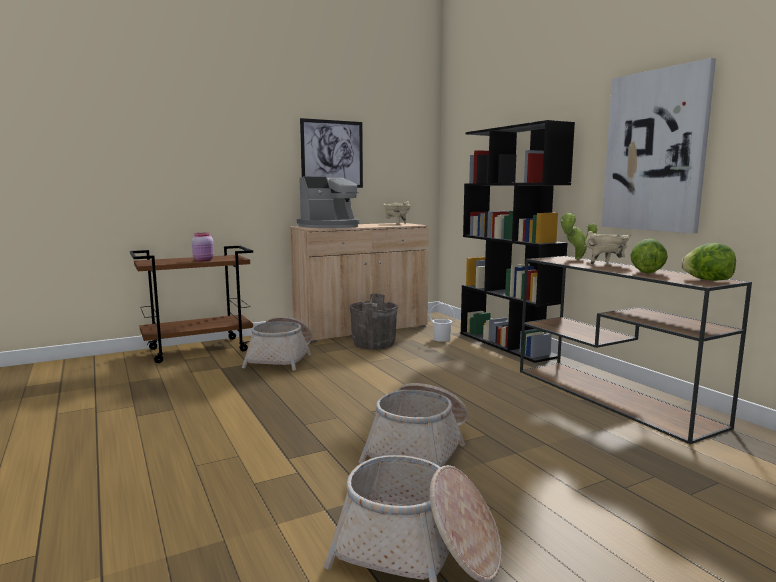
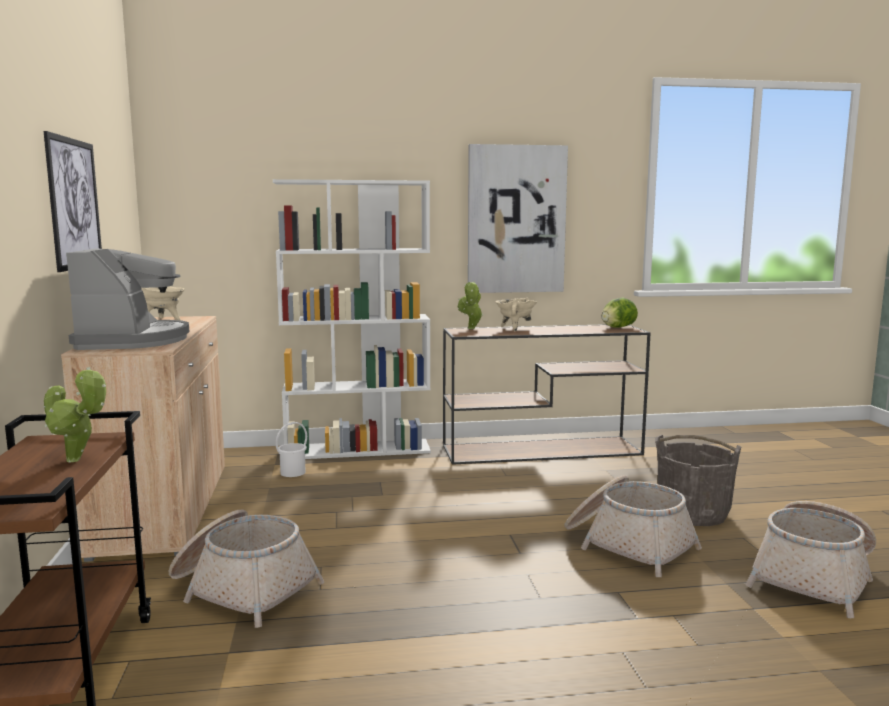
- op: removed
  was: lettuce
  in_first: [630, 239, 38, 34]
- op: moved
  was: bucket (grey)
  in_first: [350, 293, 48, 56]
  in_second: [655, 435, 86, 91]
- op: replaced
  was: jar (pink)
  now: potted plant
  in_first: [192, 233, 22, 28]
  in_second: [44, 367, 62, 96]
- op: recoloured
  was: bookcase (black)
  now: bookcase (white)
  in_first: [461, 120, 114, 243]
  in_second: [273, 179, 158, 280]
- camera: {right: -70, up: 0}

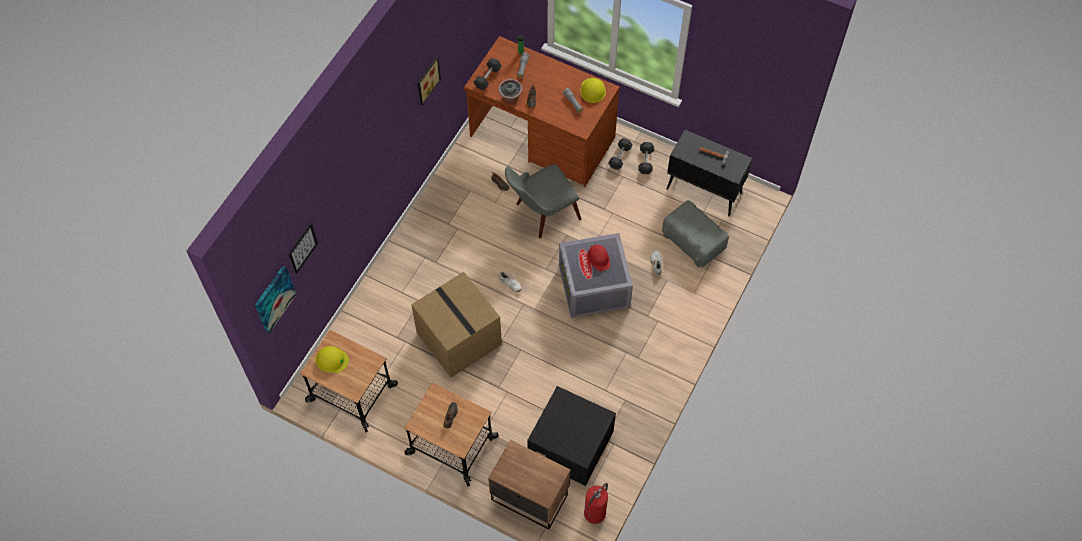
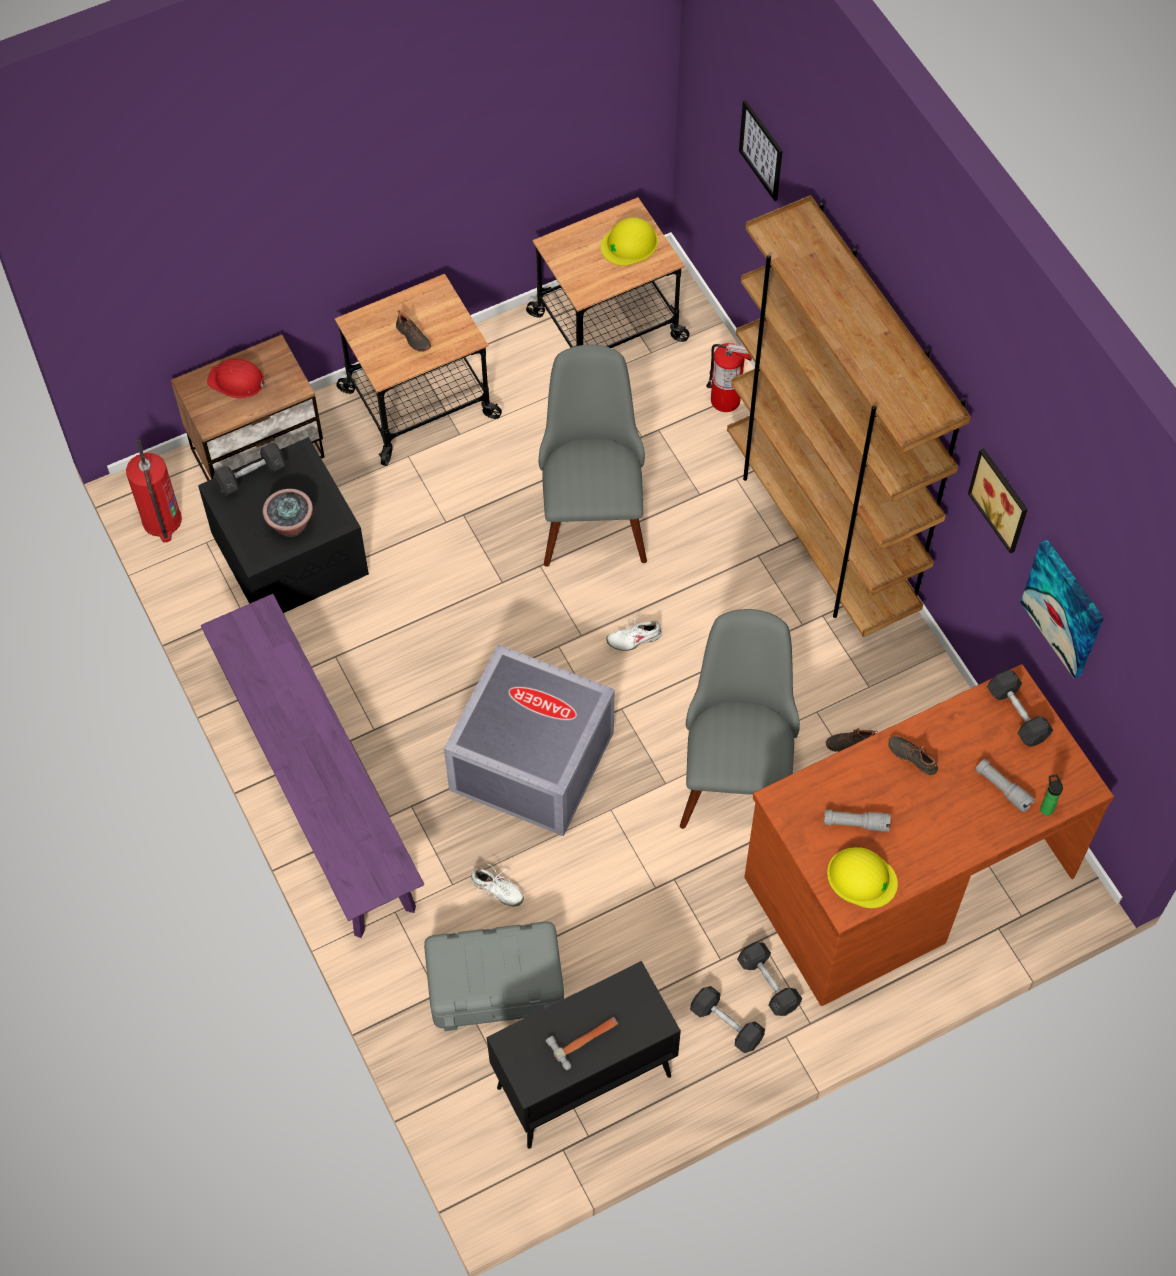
- op: added
  now: bench (purple)
  in_second: [201, 594, 223, 344]
- op: added
  now: dumbbell (grey)
  in_second: [213, 442, 72, 54]
- op: added
  now: fire extinguisher
  in_second: [706, 343, 46, 69]
- op: added
  now: bookcase (brown)
  in_second: [727, 195, 244, 442]
- op: moved
  was: picture
  in_first: [255, 265, 41, 68]
  in_second: [1020, 540, 84, 138]
- op: moved
  was: potted plant
  in_first: [498, 79, 25, 23]
  in_second: [263, 489, 50, 48]
- op: moved
  was: hard hat (red)
  in_first: [587, 244, 23, 28]
  in_second: [207, 359, 61, 39]
- op: replaced
  was: cardboard box
  now: chair (grey)
  in_first: [411, 272, 91, 106]
  in_second: [539, 344, 108, 223]
- camera: {right: 125, up: 0}

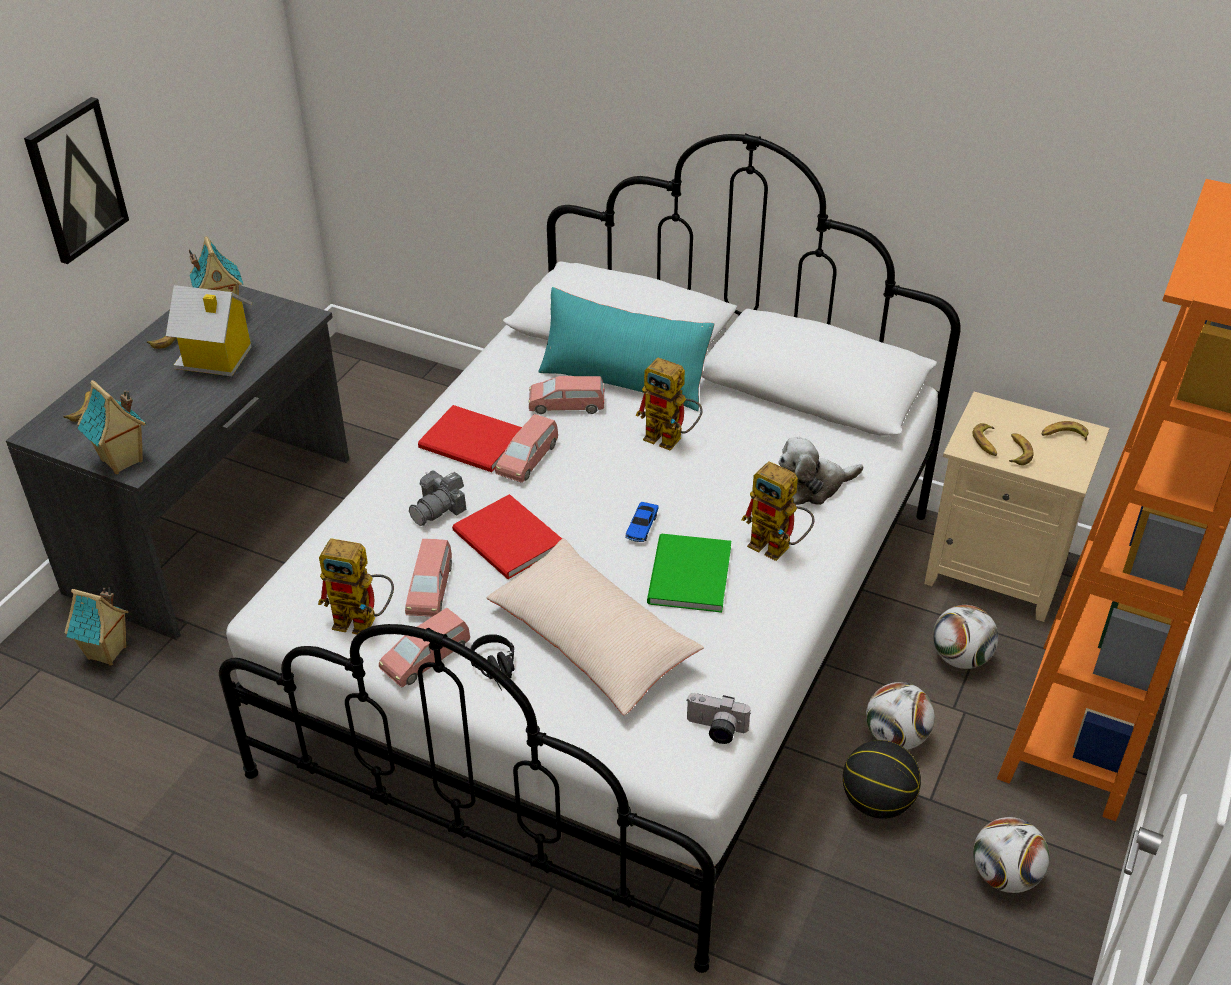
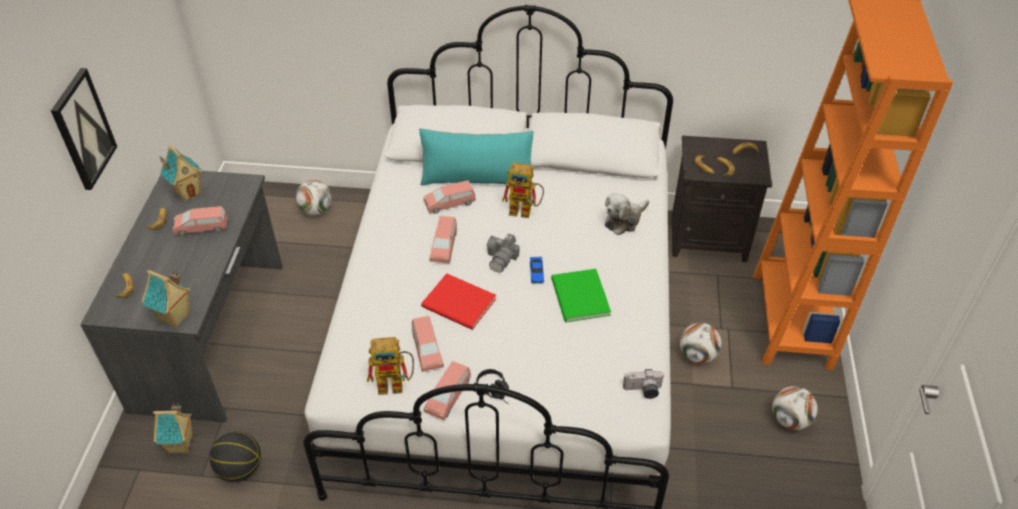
- op: removed
  was: book (red)
  in_first: [418, 405, 104, 67]
- op: removed
  was: pillow (beige)
  in_first: [487, 538, 217, 177]
- op: removed
  was: toy robot
  in_first: [741, 461, 73, 100]
- op: moved
  was: photo camera
  in_first: [409, 471, 57, 55]
  in_second: [487, 233, 32, 40]
- op: moved
  was: basketball
  in_first: [843, 740, 78, 79]
  in_second: [210, 431, 51, 51]
- op: moved
  was: football
  in_first: [933, 605, 65, 64]
  in_second: [295, 180, 37, 35]
- op: replaced
  was: toy house
  now: toy car (pink)
  in_first: [166, 285, 86, 91]
  in_second: [173, 206, 54, 30]
- op: recoloured
  was: nightstand (beige)
  now: nightstand (black)
  in_first: [924, 392, 186, 230]
  in_second: [672, 135, 100, 127]
- camera: {right: -20, up: 5}

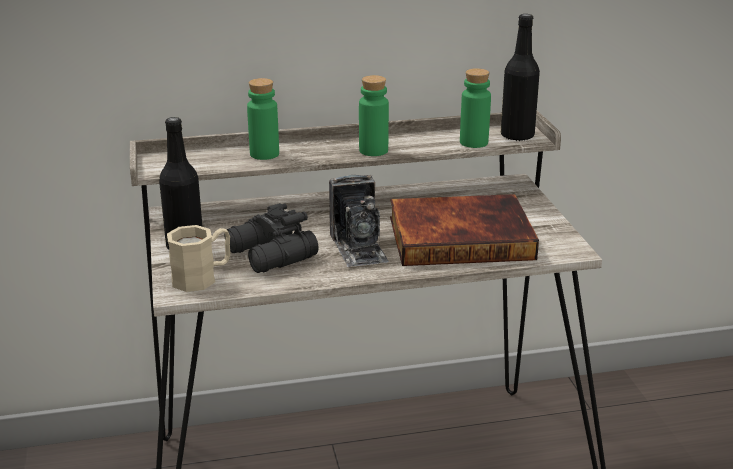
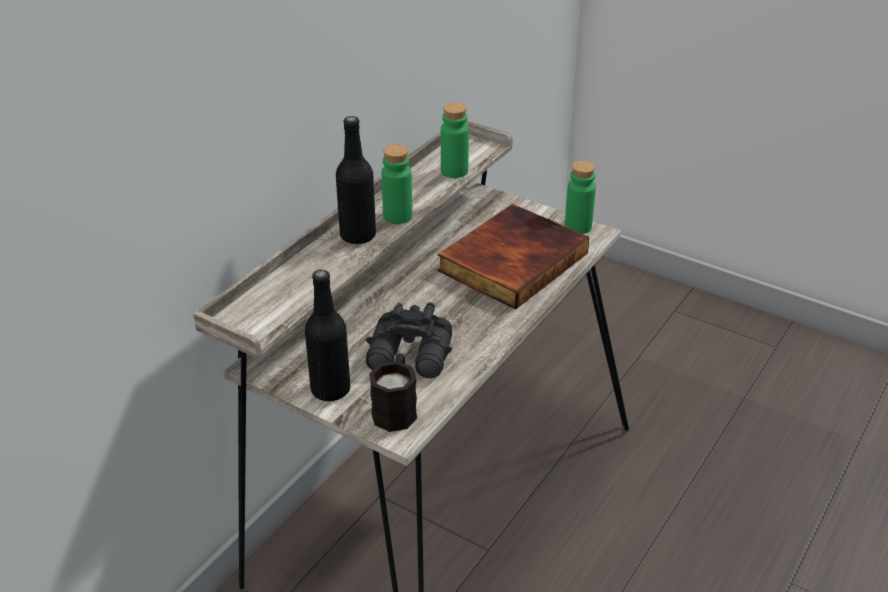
- op: removed
  was: photo camera
  in_first: [329, 175, 60, 92]
- op: moved
  was: bottle (green)
  in_first: [247, 78, 32, 82]
  in_second: [565, 161, 31, 73]
- op: moved
  was: bottle (black)
  in_first: [501, 14, 39, 127]
  in_second: [336, 116, 40, 128]
- op: recoloured
  was: mug (beige)
  now: mug (black)
  in_first: [167, 225, 63, 67]
  in_second: [369, 353, 48, 79]
- camera: {right: -45, up: 10}

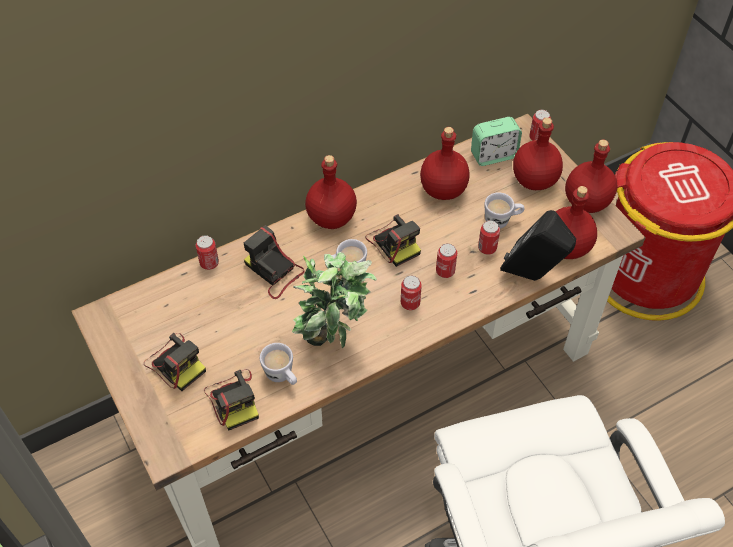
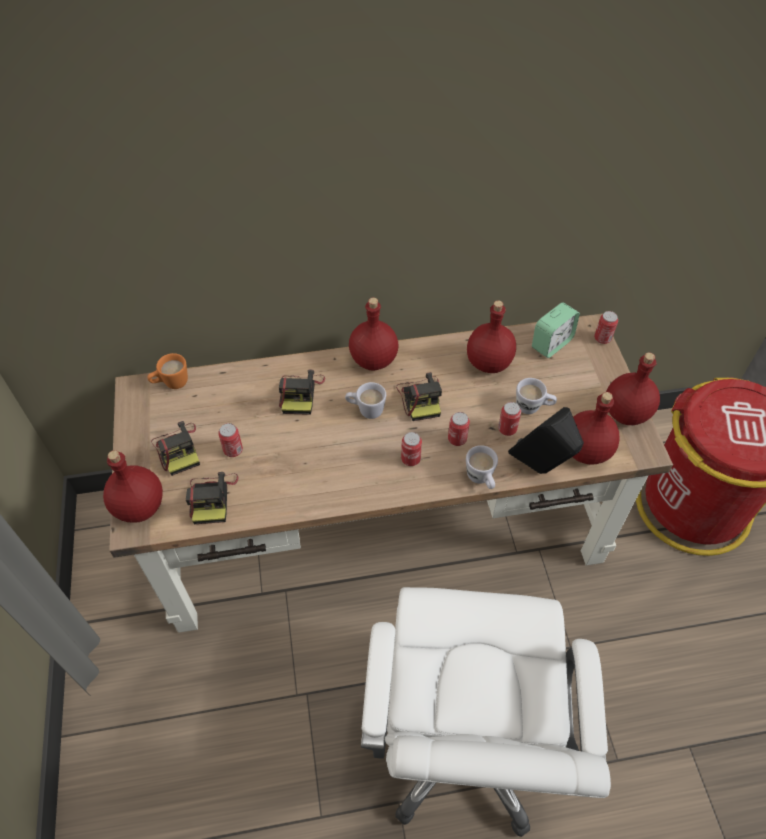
- op: removed
  was: potted plant
  in_first: [292, 252, 85, 96]
- op: added
  now: mug (orange)
  in_second: [147, 353, 41, 36]
- op: moved
  was: can
  in_first: [196, 235, 23, 35]
  in_second: [218, 423, 25, 34]
- op: moved
  was: mug (white)
  in_first: [260, 343, 37, 42]
  in_second: [466, 445, 32, 44]
- op: moved
  was: bottle (red)
  in_first: [513, 117, 50, 73]
  in_second: [103, 450, 60, 73]
- op: turned
  was: photo camera
  in_first: [244, 225, 61, 74]
  in_second: [279, 370, 46, 45]
  clockwise: -150
- op: turned
  was: alarm clock
  in_first: [471, 117, 51, 49]
  in_second: [532, 302, 48, 56]
  clockwise: -45
- camera: {right: 20, up: 0}

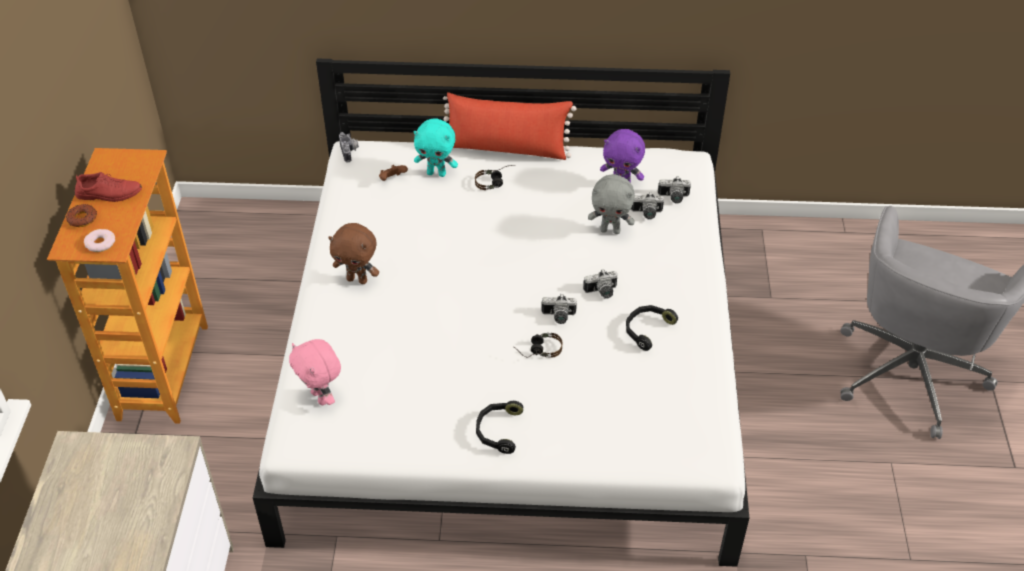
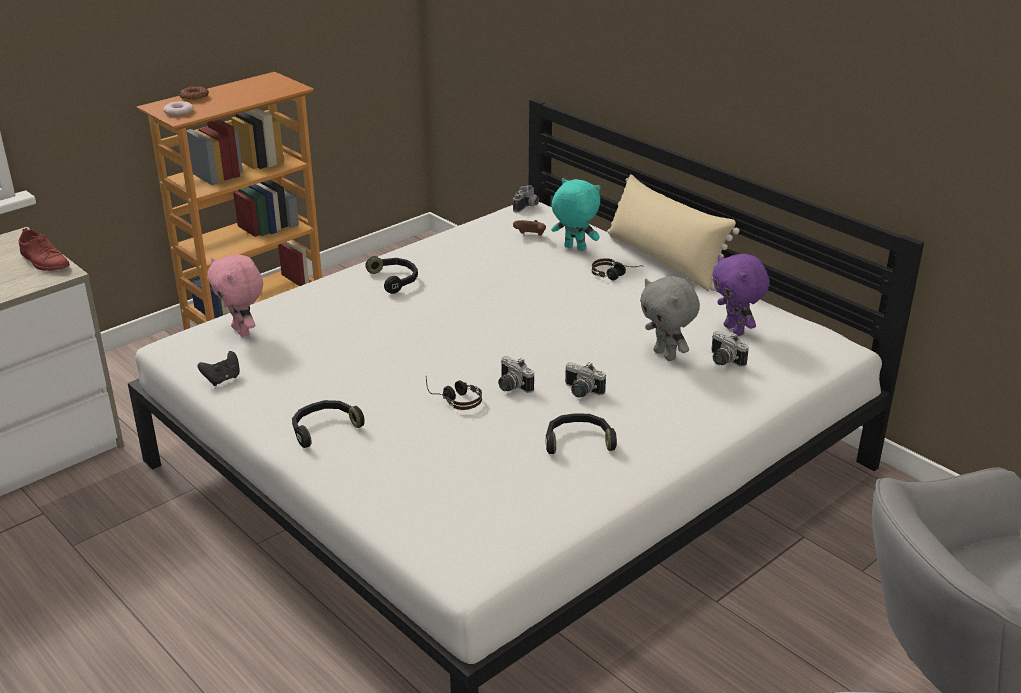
- op: removed
  was: photo camera
  in_first: [658, 176, 33, 28]
- op: added
  now: game controller (black)
  in_second: [197, 351, 43, 35]
- op: moved
  was: shoe (red)
  in_first: [74, 172, 68, 30]
  in_second: [19, 228, 51, 43]
- op: replaced
  was: plush toy (brown)
  now: headphones (black)
  in_first: [328, 223, 51, 61]
  in_second: [365, 256, 53, 38]
- op: recoloured
  was: pillow (red)
  now: pillow (beige)
  in_first: [443, 92, 134, 68]
  in_second: [607, 174, 132, 117]
- op: turned
  was: plush toy (pink)
  in_first: [289, 339, 52, 66]
  in_second: [207, 254, 56, 83]
  clockwise: -45
- op: turned
  was: plush toy (turquoise)
  in_first: [413, 118, 45, 59]
  in_second: [551, 178, 50, 73]
  clockwise: 150
- camera: {right: 45, up: -15}

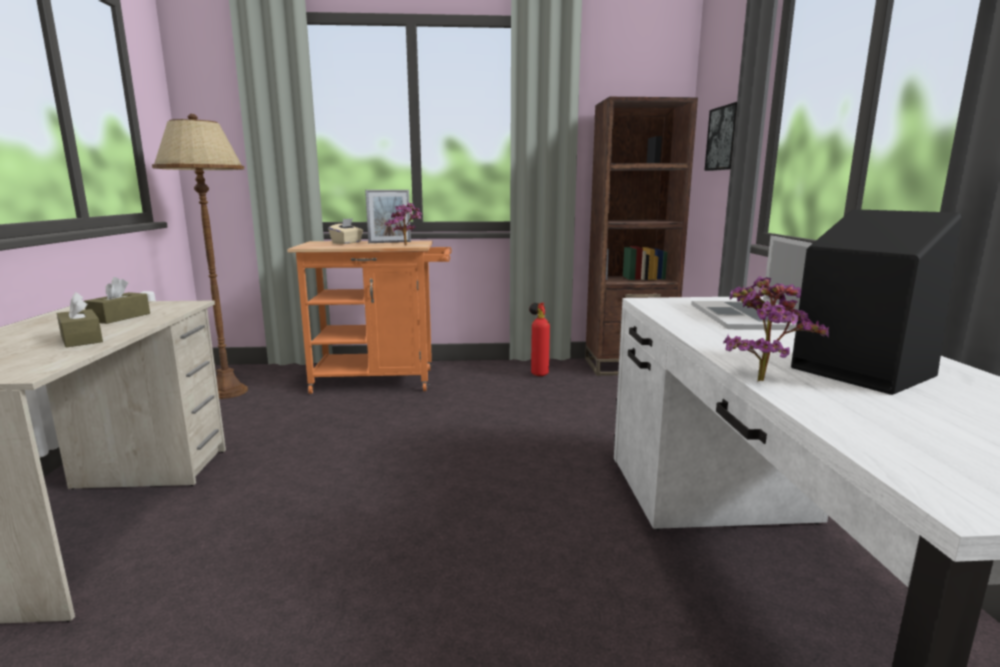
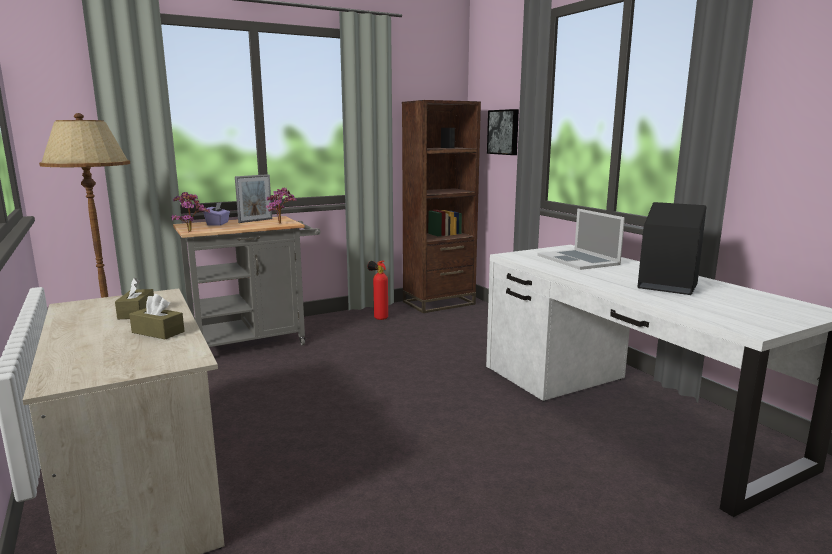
- op: moved
  was: potted plant
  in_first: [723, 276, 106, 106]
  in_second: [171, 192, 39, 40]
- op: recoloured
  was: cart (orange)
  now: cart (grey)
  in_first: [287, 241, 165, 153]
  in_second: [173, 216, 148, 131]
- op: recoloured
  was: tissue box (beige)
  now: tissue box (purple)
  in_first: [328, 218, 35, 26]
  in_second: [204, 202, 26, 24]
- camera: {right: -25, up: 0}

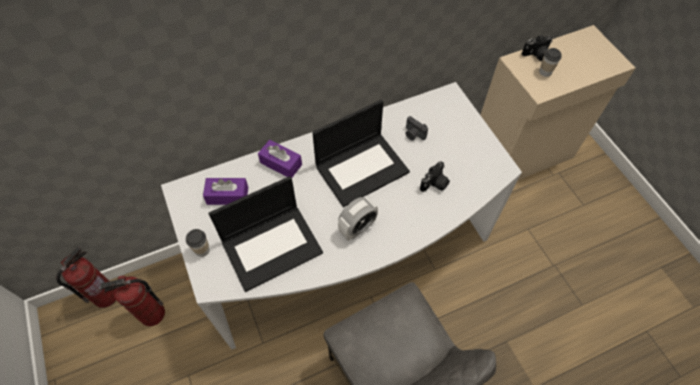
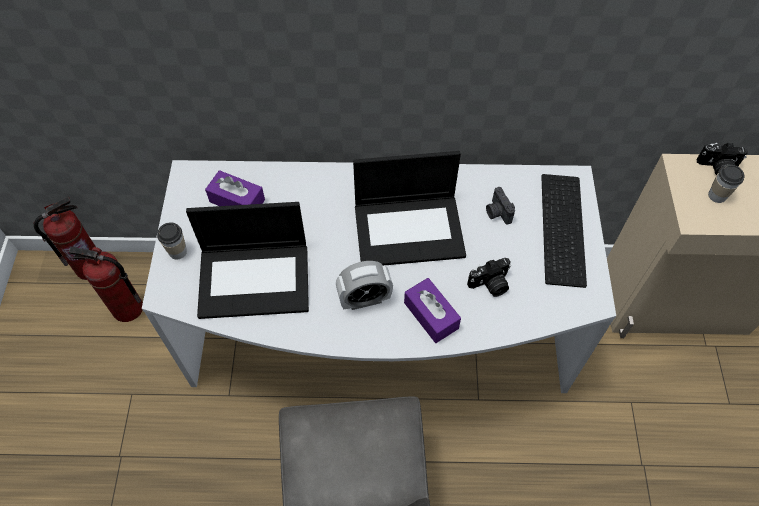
- op: added
  now: keyboard
  in_second: [541, 174, 46, 114]
- op: moved
  was: tissue box (purple)
  in_first: [258, 140, 44, 38]
  in_second: [404, 278, 57, 65]
- camera: {right: 25, up: 0}

